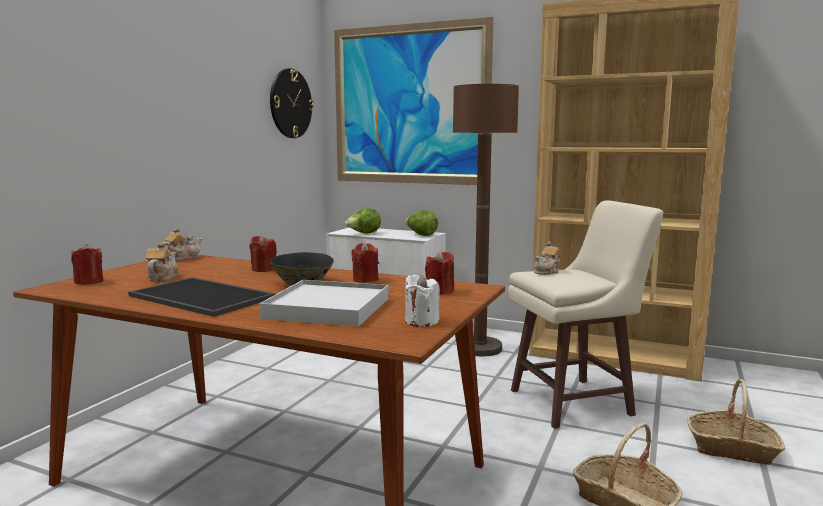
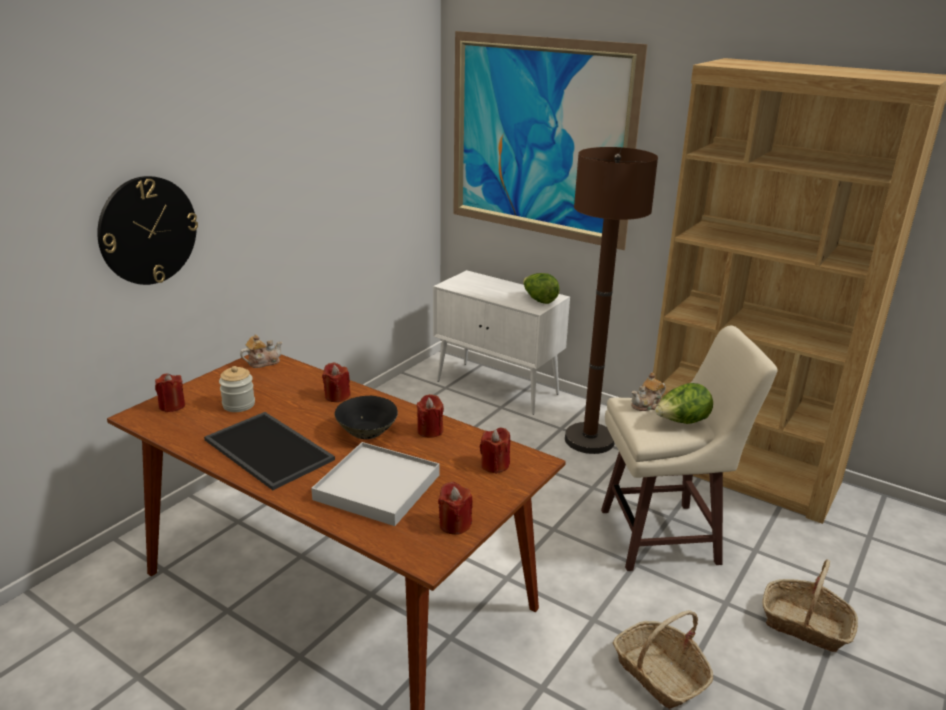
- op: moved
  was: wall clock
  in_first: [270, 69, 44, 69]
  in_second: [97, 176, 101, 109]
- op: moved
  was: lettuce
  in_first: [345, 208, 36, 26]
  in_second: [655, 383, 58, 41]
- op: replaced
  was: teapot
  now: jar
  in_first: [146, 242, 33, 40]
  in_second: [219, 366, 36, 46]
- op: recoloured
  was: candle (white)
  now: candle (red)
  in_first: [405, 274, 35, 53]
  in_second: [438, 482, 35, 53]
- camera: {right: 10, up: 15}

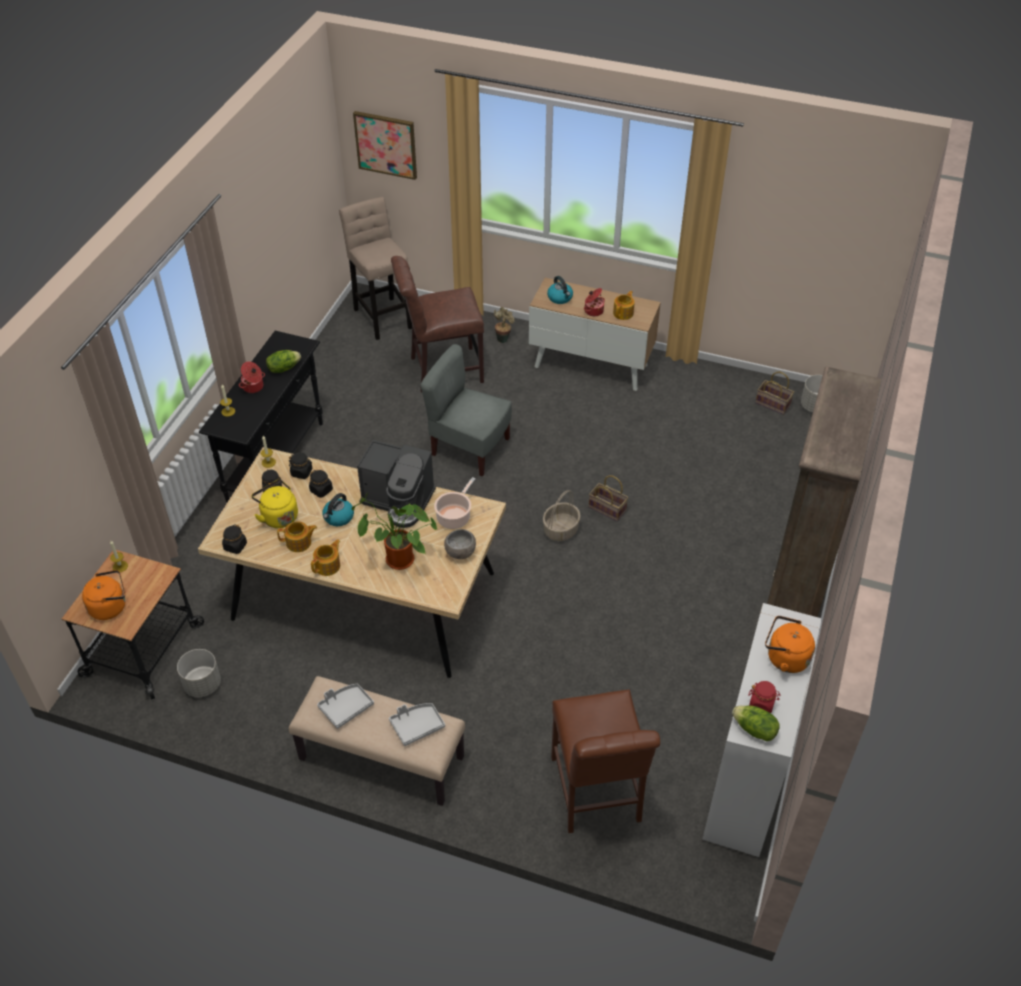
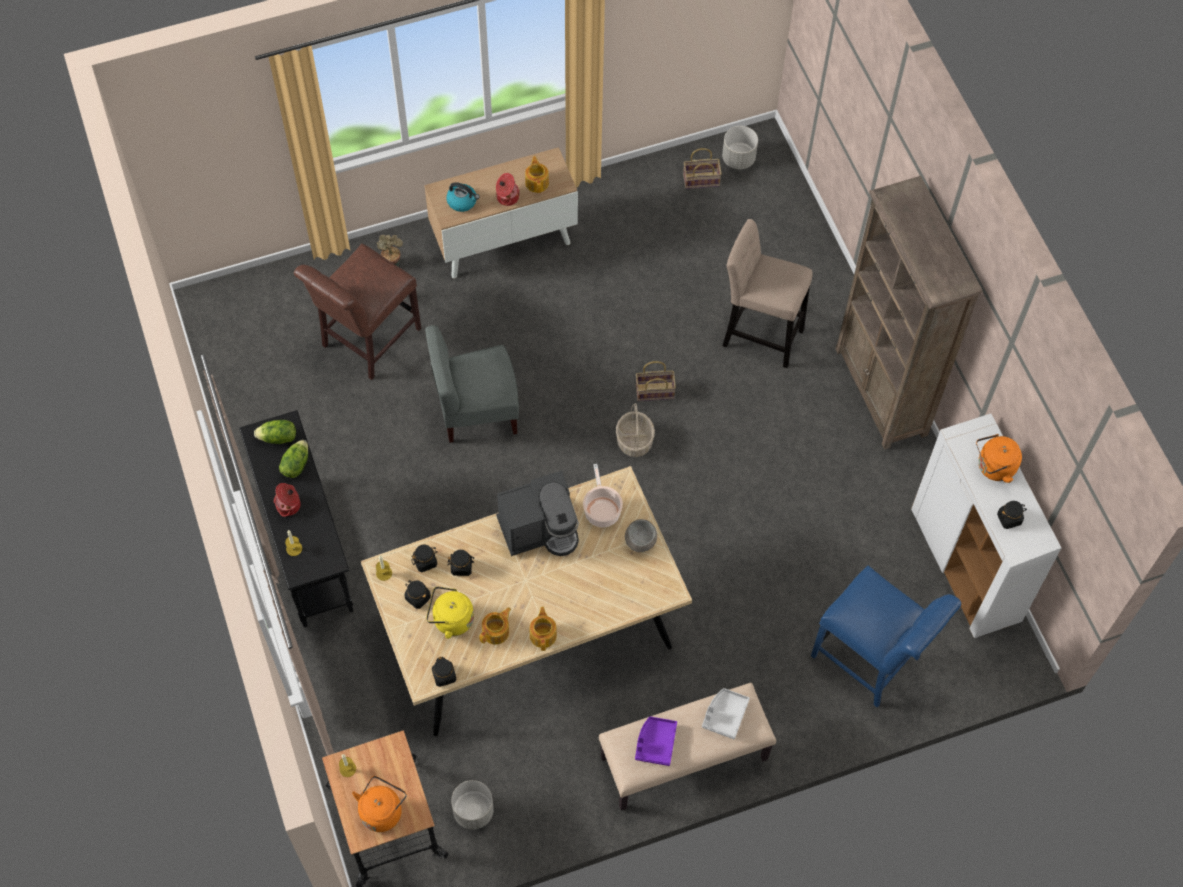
- op: removed
  was: kettle
  in_first: [323, 493, 31, 33]
- op: removed
  was: potted plant
  in_first: [352, 493, 85, 77]
- op: removed
  was: picture
  in_first: [353, 111, 64, 69]
- op: moved
  was: stool (beige)
  in_first: [339, 197, 73, 143]
  in_second: [722, 219, 91, 149]
- op: moved
  was: lettuce
  in_first: [732, 705, 48, 36]
  in_second: [254, 420, 42, 24]
- op: recoloured
  was: tray (grey)
  now: tray (purple)
  in_first: [317, 684, 57, 45]
  in_second: [635, 717, 42, 49]
- op: recoloured
  was: chair (brown)
  now: chair (blue)
  in_first: [551, 689, 109, 144]
  in_second: [811, 565, 150, 142]
- op: recoloured
  was: jar (red)
  now: jar (black)
  in_first: [748, 681, 33, 32]
  in_second: [997, 501, 30, 28]
- camera: {right: -40, up: 15}

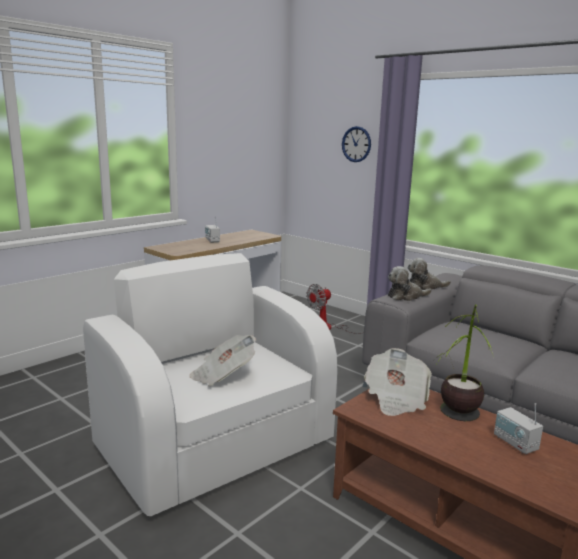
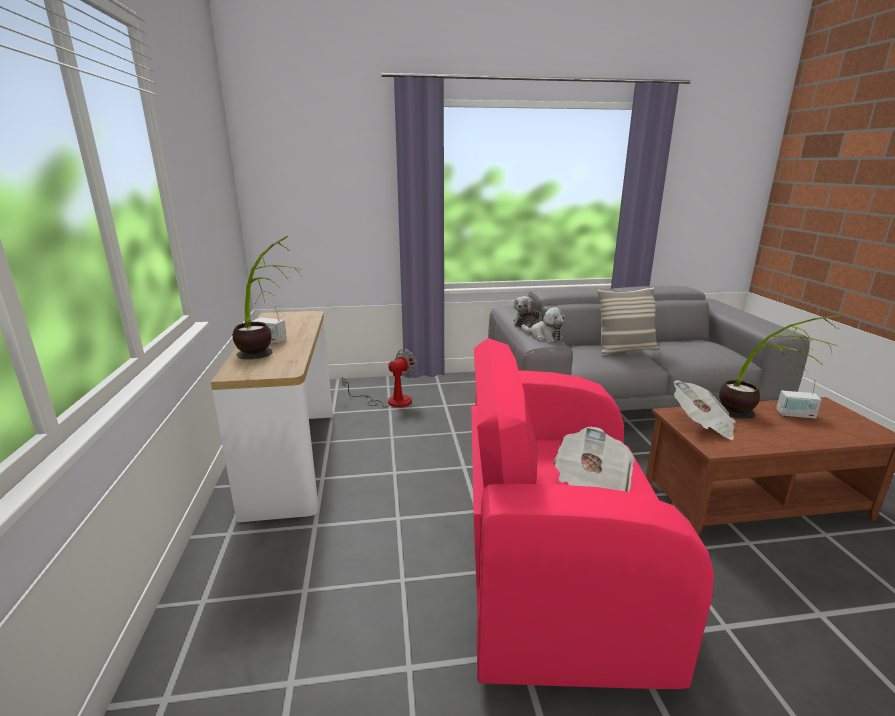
- op: removed
  was: wall clock
  in_first: [342, 126, 29, 36]
- op: added
  now: potted plant
  in_second: [233, 236, 69, 124]
- op: added
  now: pillow
  in_second: [597, 287, 62, 69]
- op: recoloured
  was: armchair (white)
  now: armchair (pink)
  in_first: [83, 253, 254, 263]
  in_second: [471, 338, 243, 351]
- op: turned
  was: fan
  in_first: [306, 284, 58, 50]
  in_second: [342, 349, 76, 58]
  clockwise: -135
- op: turned
  was: plush toy
  in_first: [388, 266, 44, 35]
  in_second: [521, 307, 44, 35]
  clockwise: -75
- camera: {right: -50, up: 5}

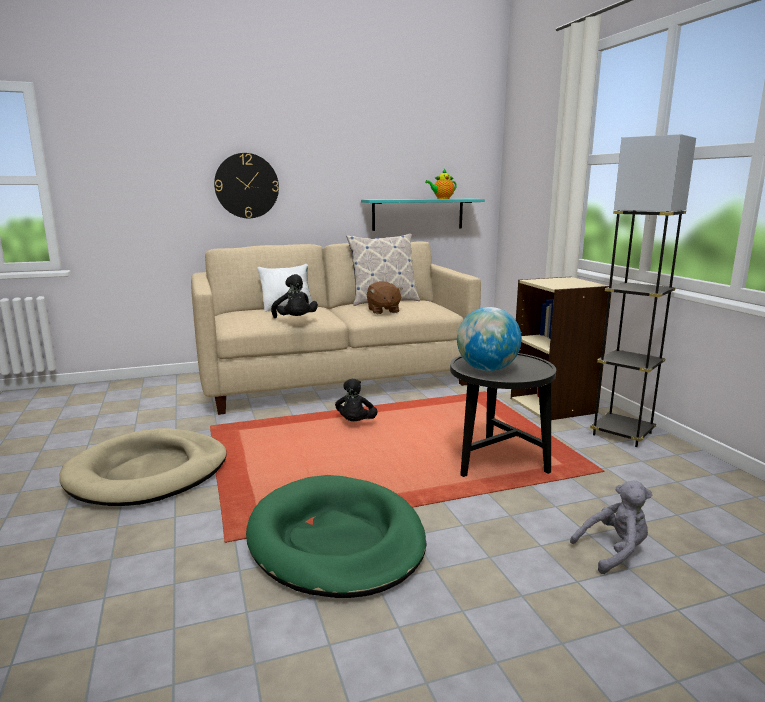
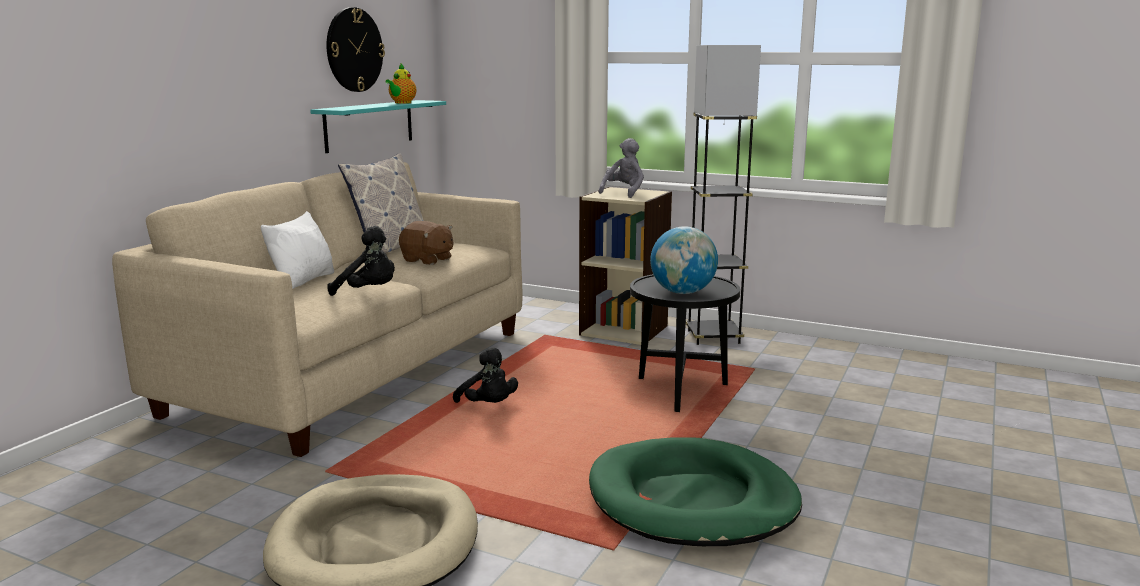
- op: moved
  was: wall clock
  in_first: [214, 153, 65, 65]
  in_second: [327, 7, 58, 85]
- op: moved
  was: plush toy (grey)
  in_first: [570, 480, 82, 94]
  in_second: [599, 138, 45, 60]
- camera: {right: -45, up: 0}

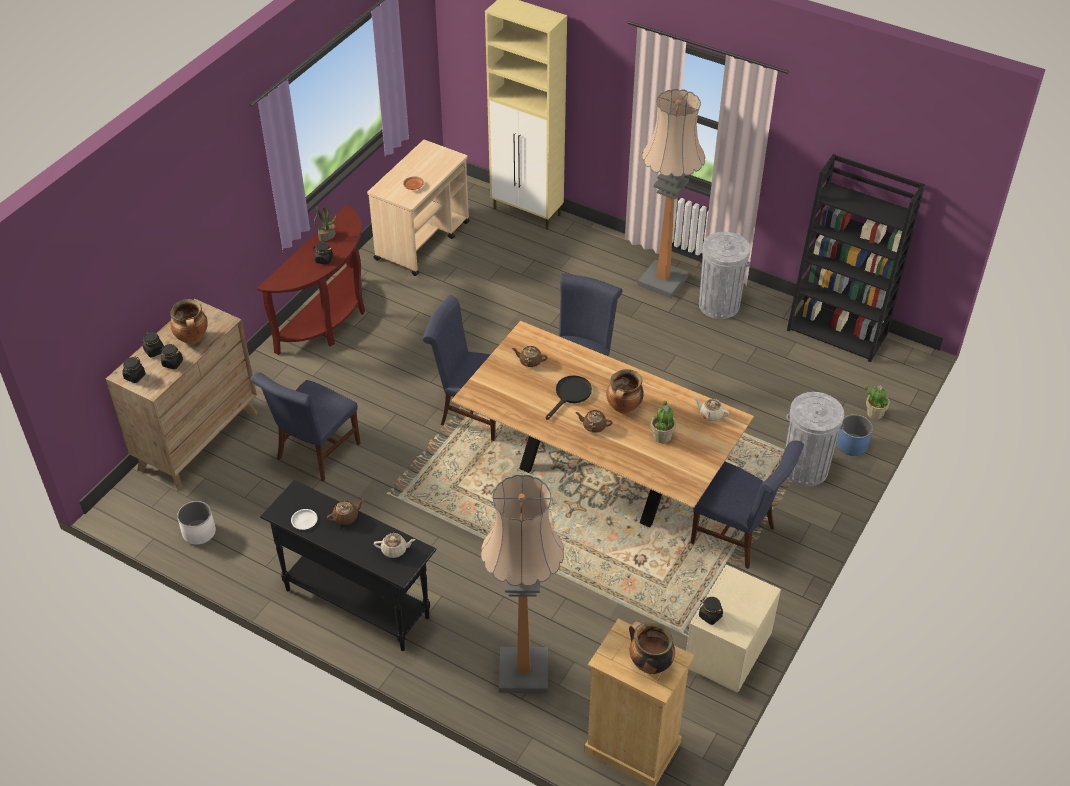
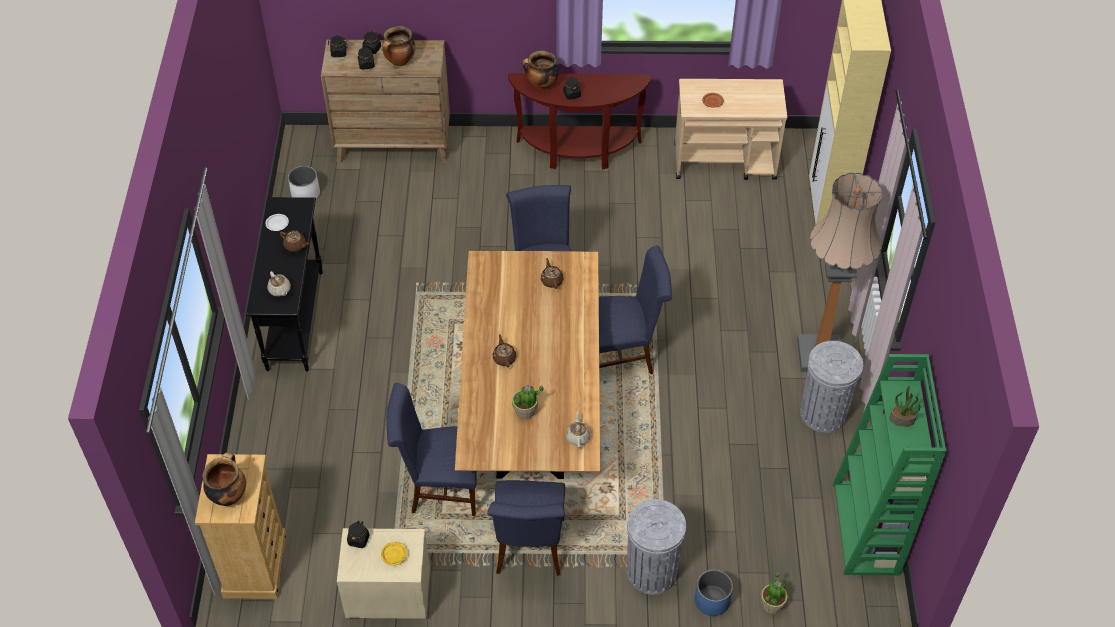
- op: removed
  was: floor lamp
  in_first: [481, 475, 83, 218]
- op: removed
  was: frying pan (black)
  in_first: [545, 375, 47, 45]
- op: added
  now: plate (yellow)
  in_second: [381, 542, 26, 24]
- op: moved
  was: chair (blue)
  in_first: [250, 373, 111, 108]
  in_second: [386, 383, 91, 133]
- op: moved
  was: potted plant
  in_first: [314, 206, 22, 36]
  in_second: [890, 386, 30, 41]
- op: moved
  was: cooking pot
  in_first: [606, 369, 38, 45]
  in_second: [522, 51, 37, 39]
- op: recoloured
  was: bookcase (black)
  now: bookcase (green)
  in_first: [787, 154, 138, 209]
  in_second: [833, 354, 114, 221]
- camera: {right: 60, up: 5}

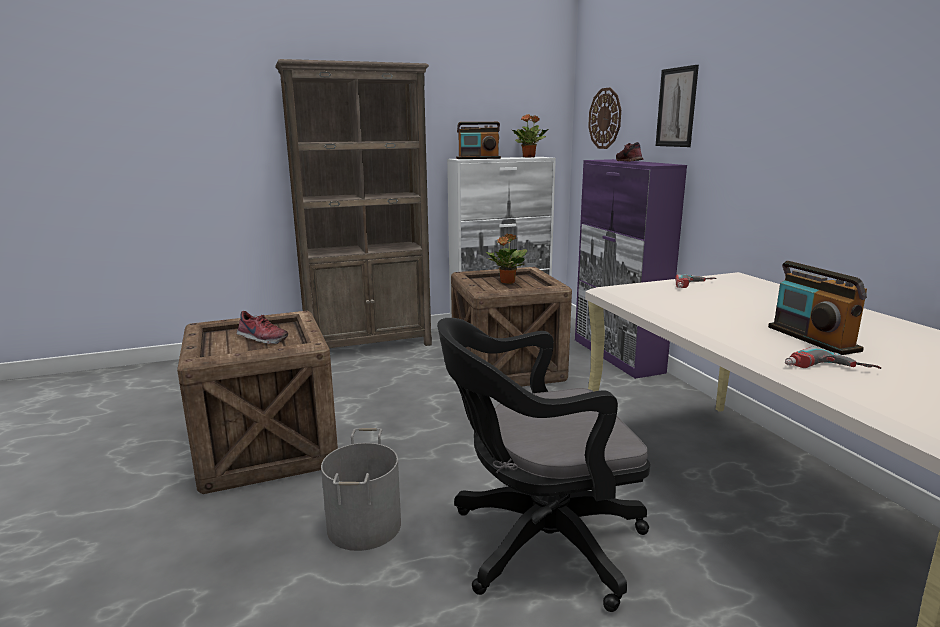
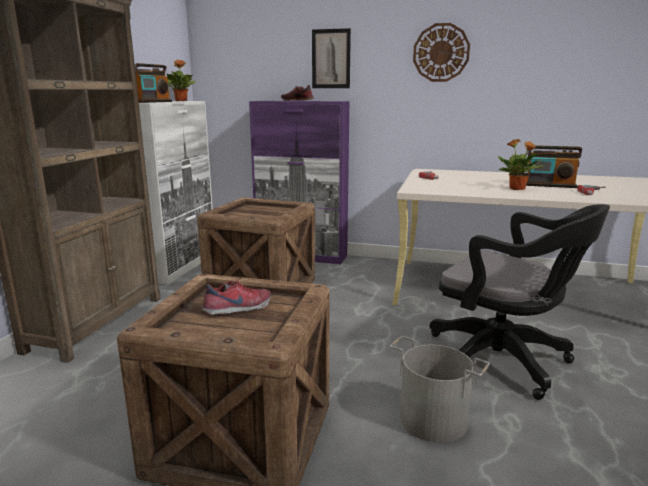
- op: moved
  was: potted plant
  in_first: [486, 233, 41, 51]
  in_second: [497, 139, 46, 51]
- op: moved
  was: wall clock
  in_first: [588, 87, 33, 62]
  in_second: [413, 23, 57, 59]
- op: turned
  was: office chair (black)
  in_first: [437, 318, 213, 294]
  in_second: [429, 204, 181, 196]
  clockwise: -75
- camera: {right: -55, up: 0}

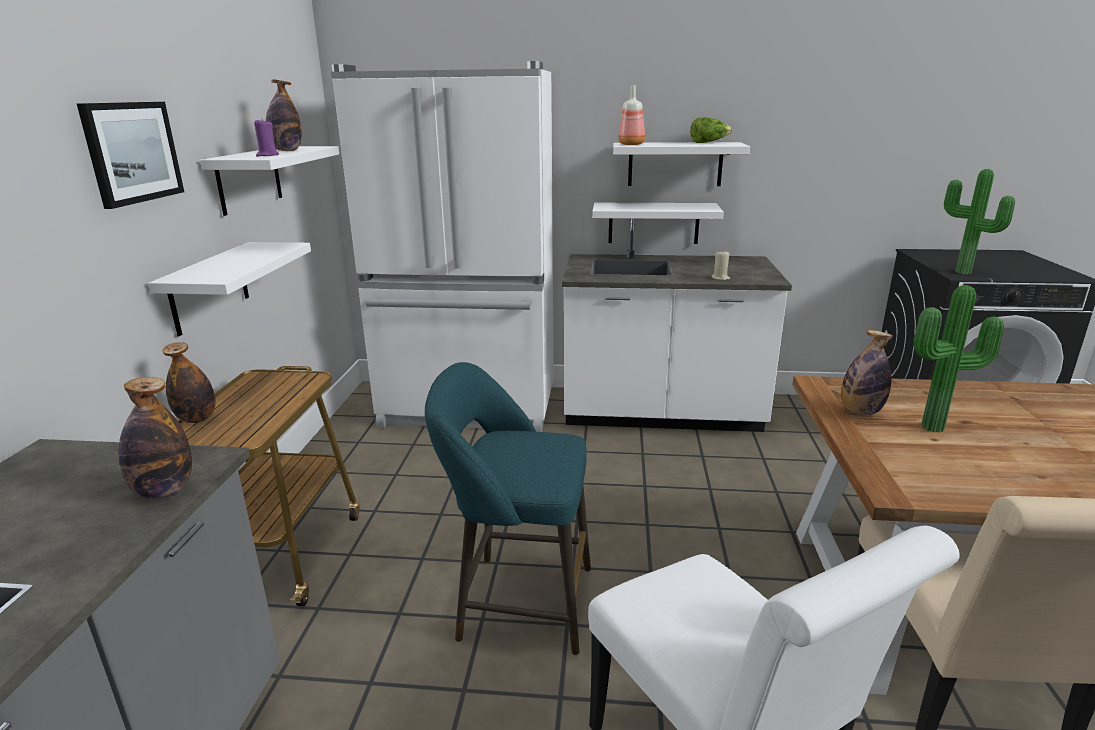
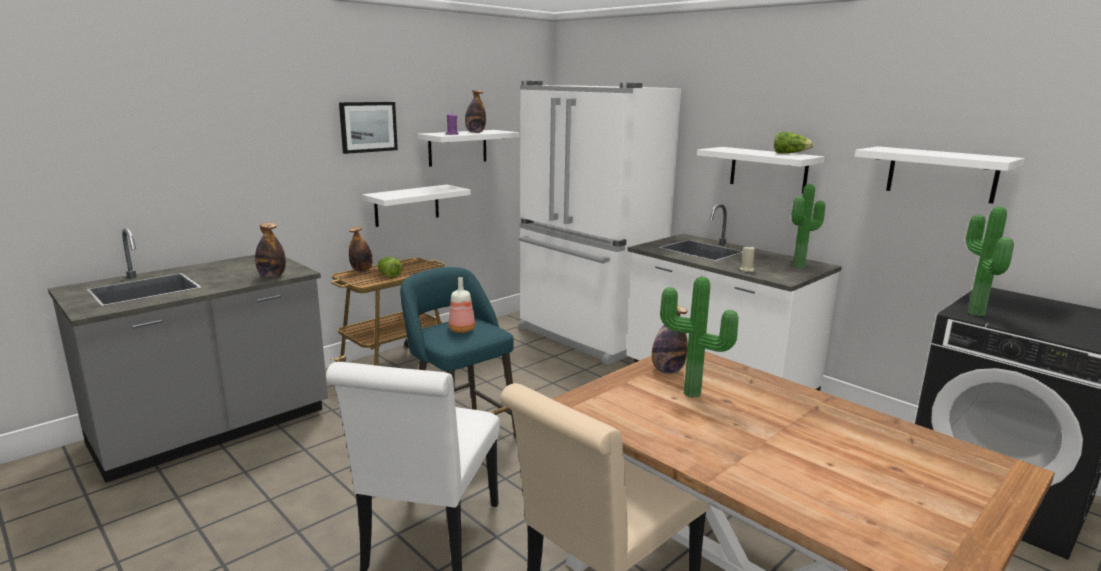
- op: added
  now: lettuce
  in_second: [378, 257, 24, 21]
- op: added
  now: potted plant
  in_second: [791, 184, 34, 84]
- op: moved
  was: shelf (white)
  in_first: [592, 203, 132, 41]
  in_second: [855, 146, 170, 58]
- op: moved
  was: bottle
  in_first: [618, 85, 27, 60]
  in_second: [448, 277, 27, 56]
- camera: {right: 40, up: -5}

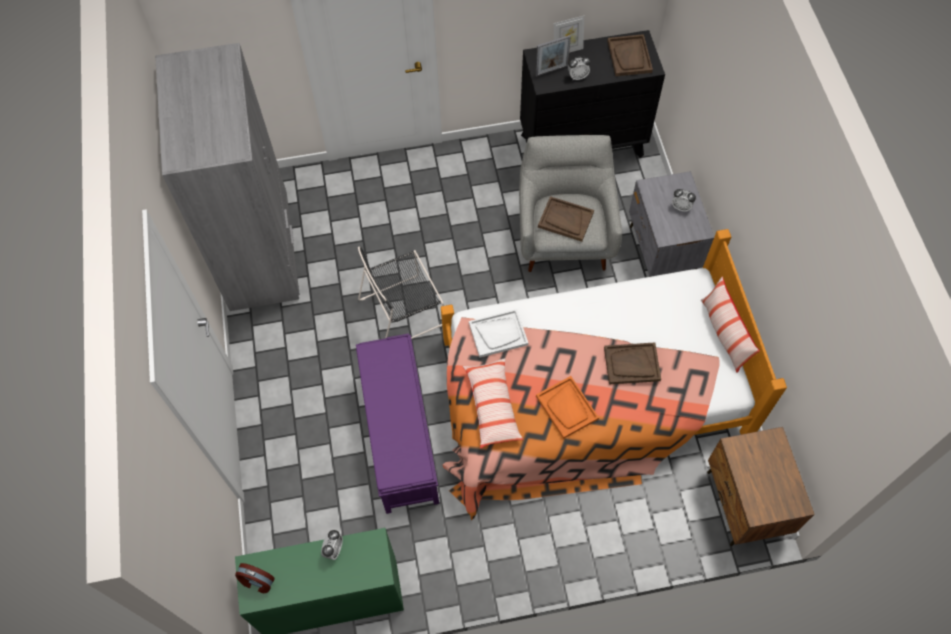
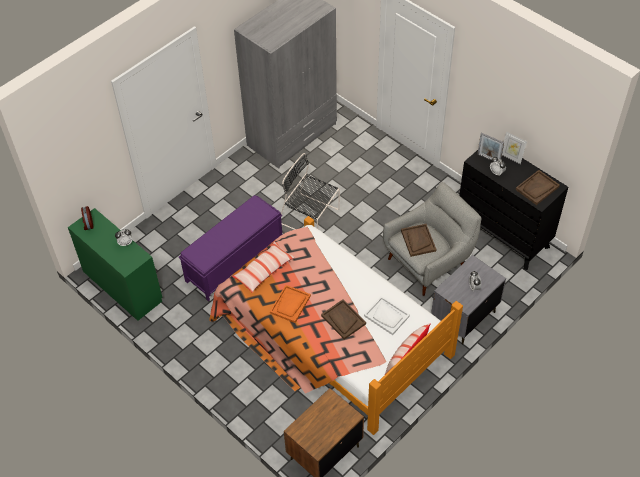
- op: moved
  was: tray (white)
  in_first: [469, 309, 59, 49]
  in_second: [364, 296, 46, 39]
- camera: {right: 55, up: -10}

